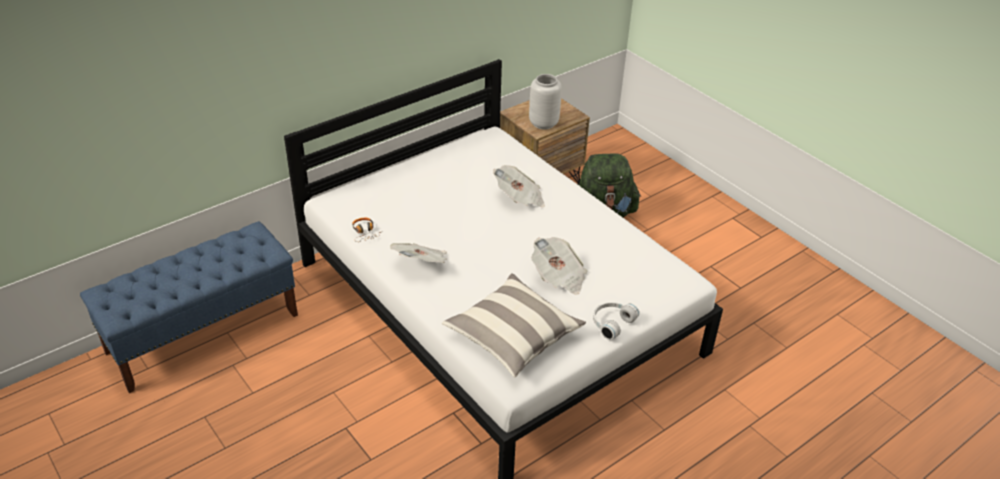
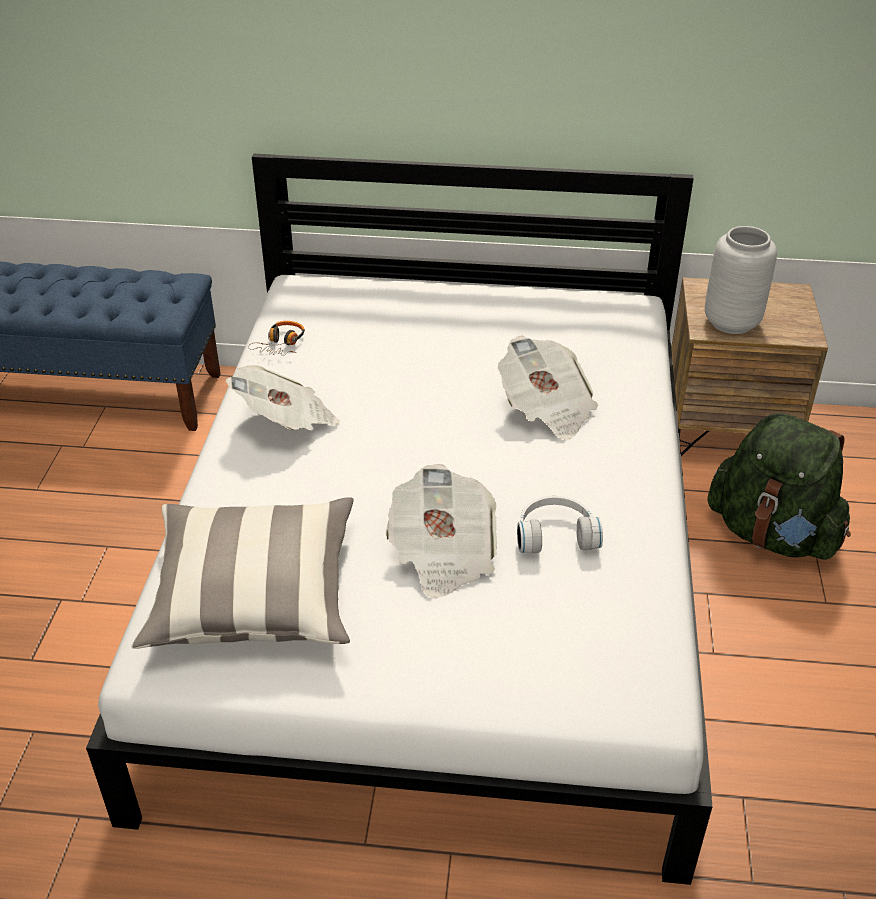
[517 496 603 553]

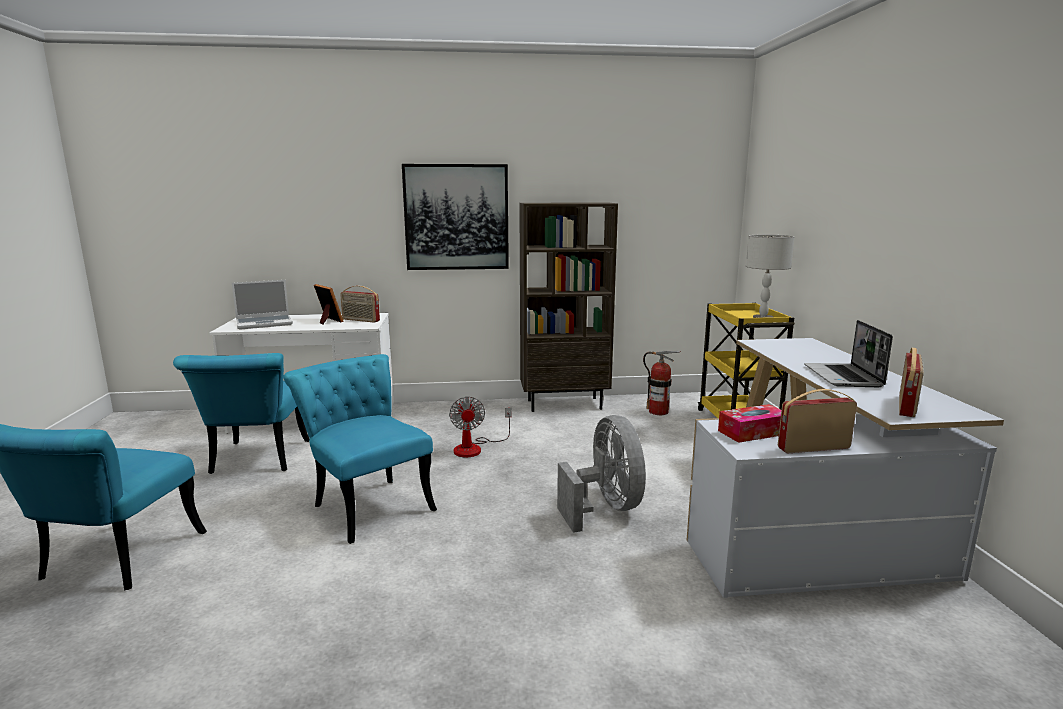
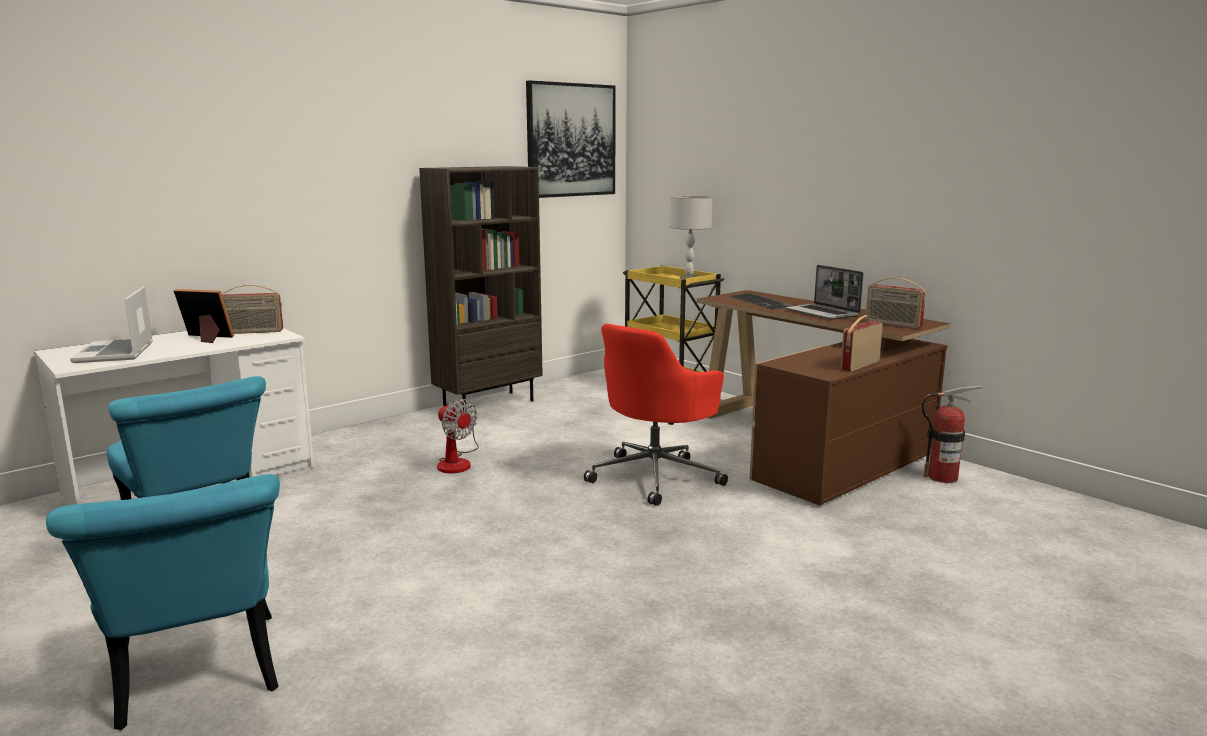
[283 354 437 544] (first image)
[718 404 781 443] (first image)
[730 293 793 310]
[526 80 616 198]
[921 385 982 483]
[584 323 728 506]
[696 290 951 506]
[70 287 153 363]
[866 278 926 329]

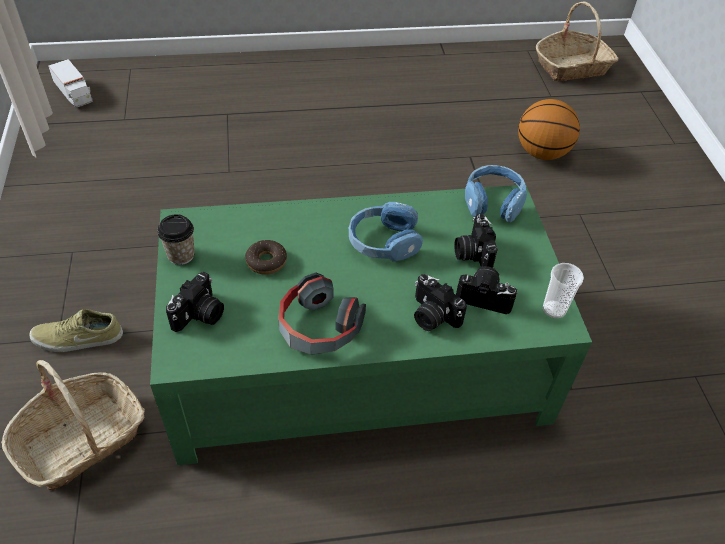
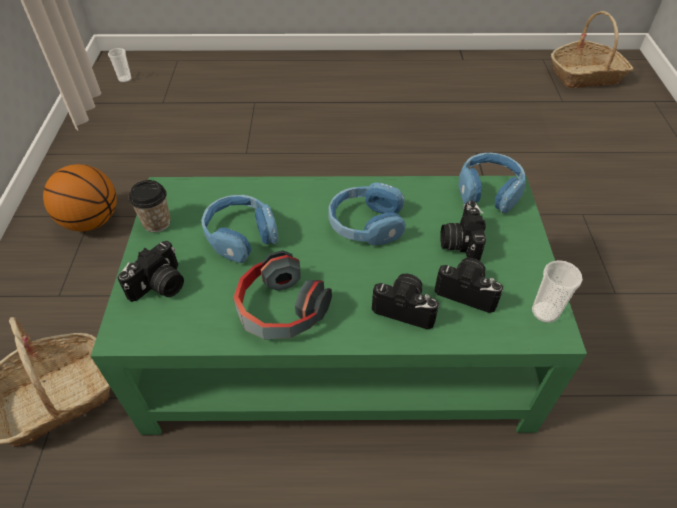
[29 309 123 352] (first image)
[43 164 117 231]
[108 48 132 83]
[201 195 278 263]
[372 274 440 329]

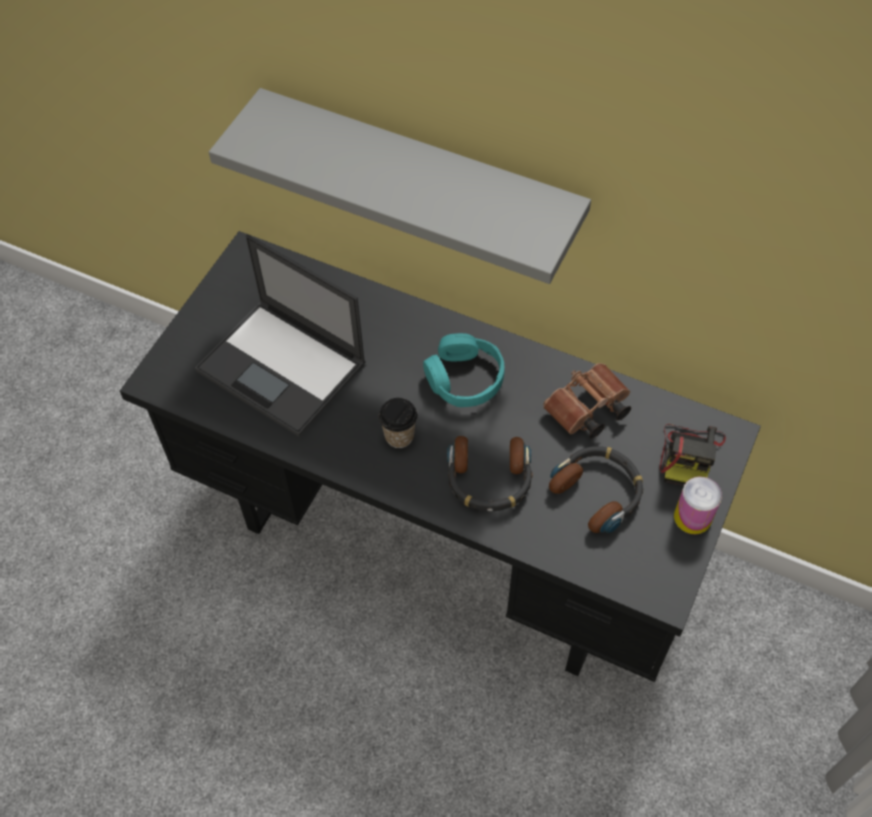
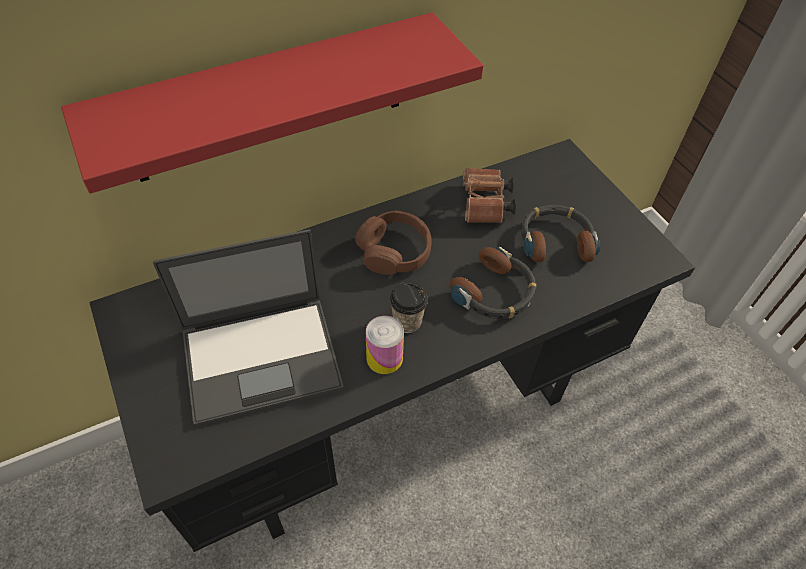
[660 424 726 486] (first image)
[366 316 404 374]
[61 12 483 193]
[355 211 431 275]

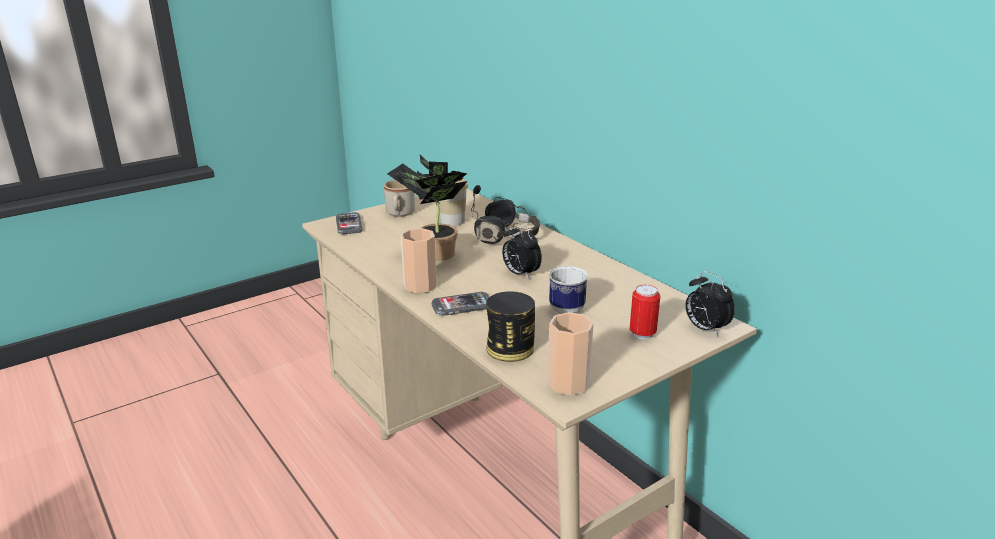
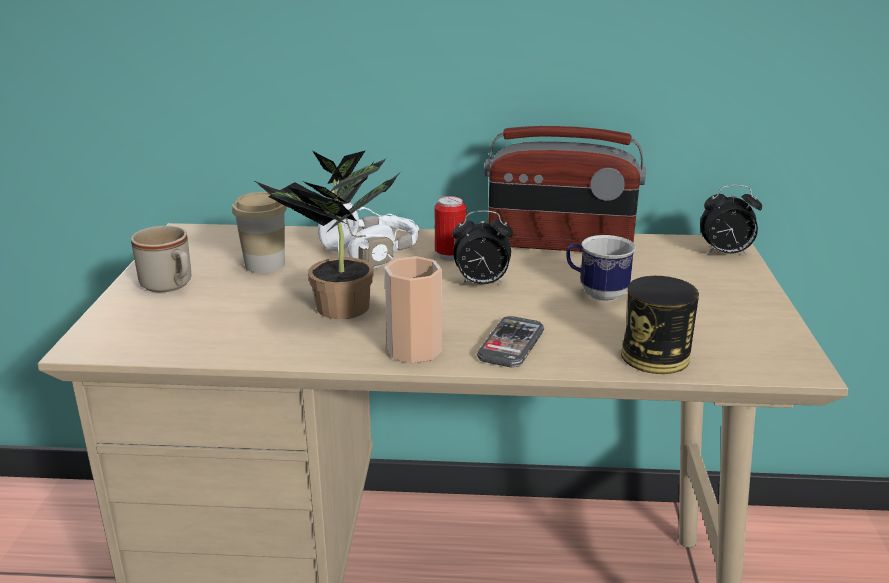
[336 212 363 234] (first image)
[547 312 594 395] (first image)
[485 126 646 252]
[435 196 466 260]
[318 189 419 269]

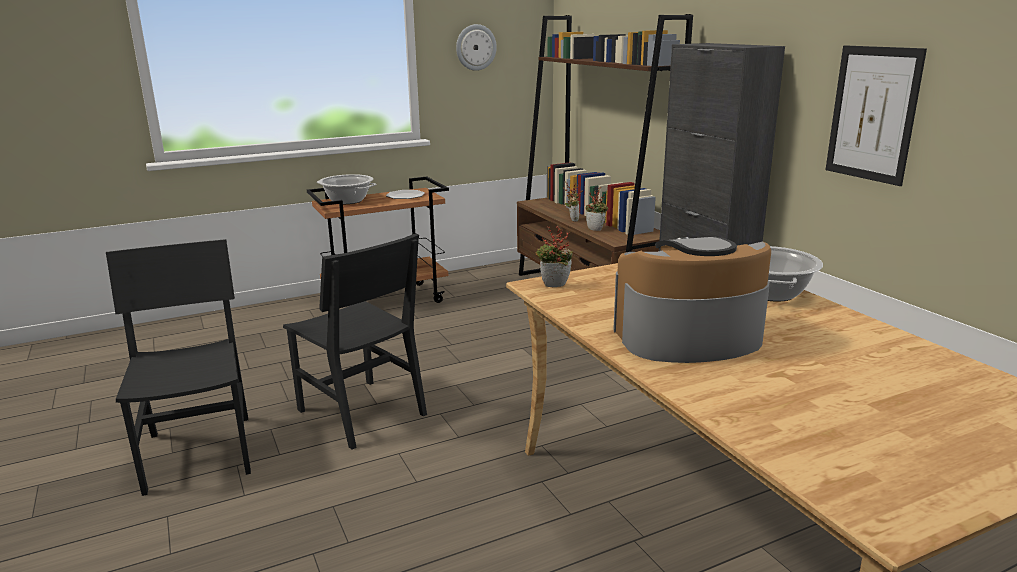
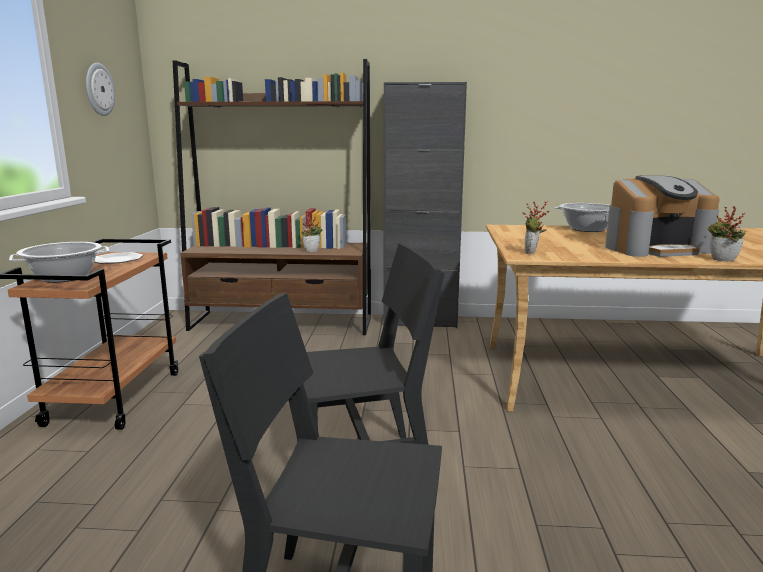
[826 45 927 186] (first image)
[707 206 746 262]
[605 175 719 257]

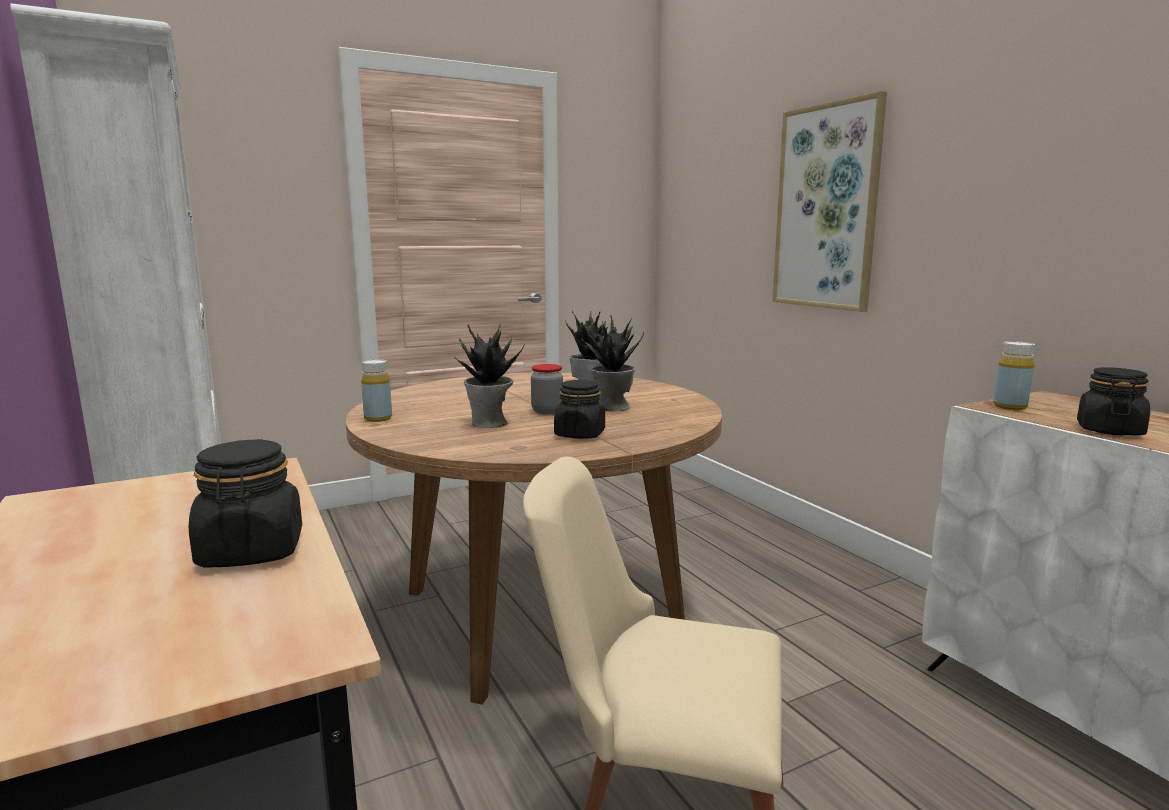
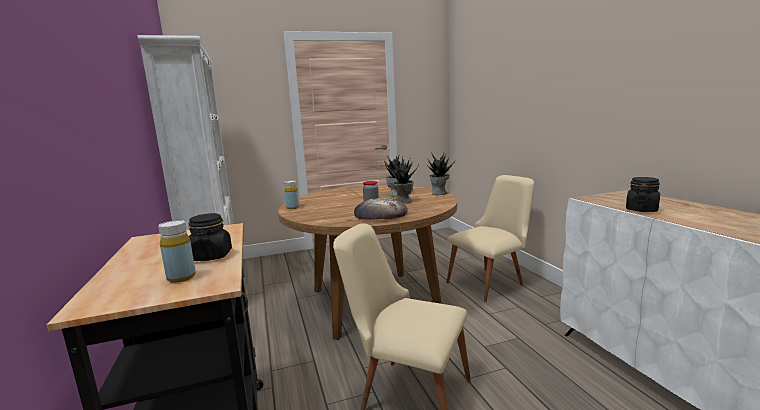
[772 91 887 312] (first image)
[446 175 534 302]
[427 153 455 195]
[158 220 196 283]
[354 198 407 220]

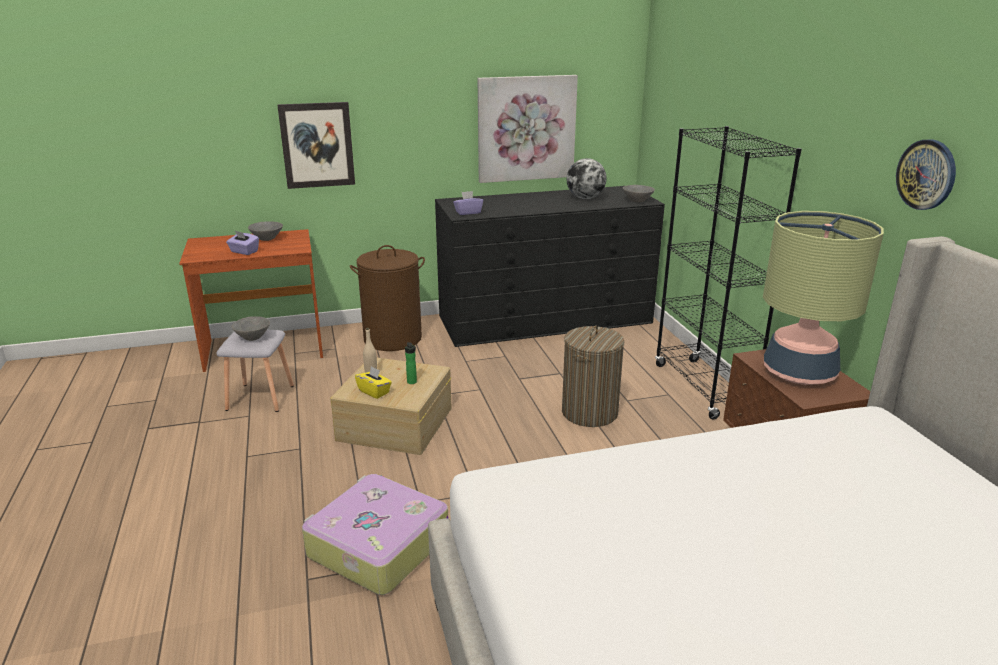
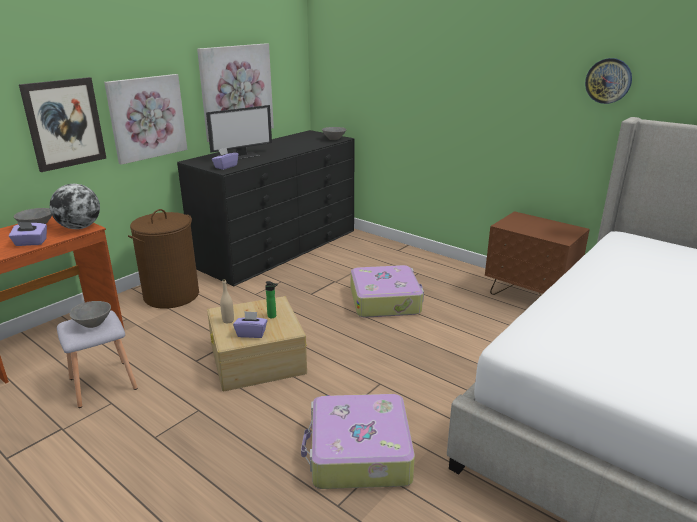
[655 126 802 420] (first image)
[763 211 884 385] (first image)
[104 74 188 165]
[206 105 272 159]
[50 184 100 229]
[351 265 424 318]
[233 311 268 338]

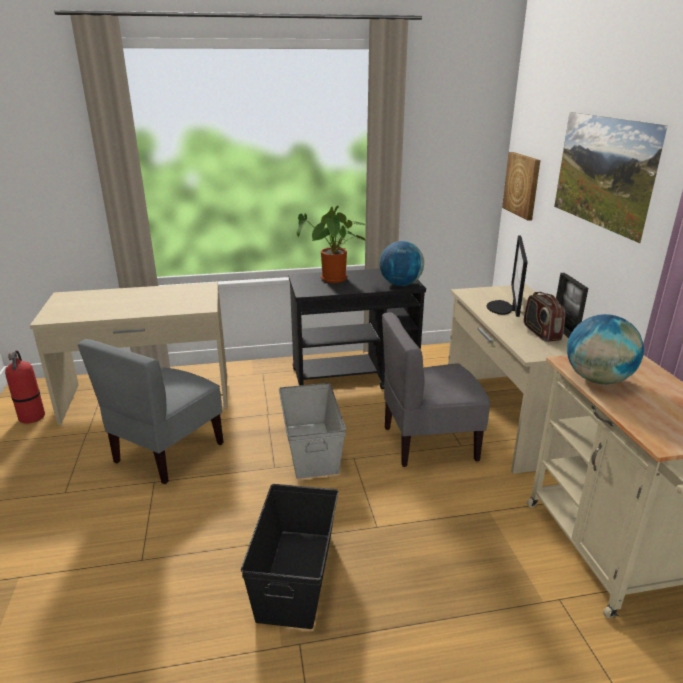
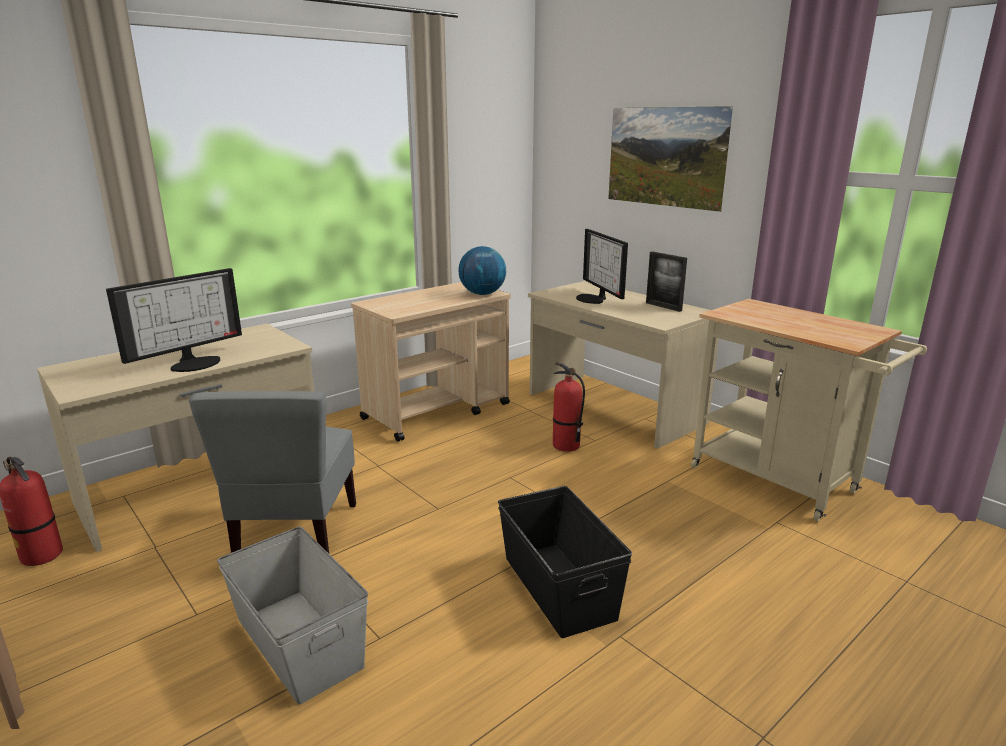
[297 206 368 283] (first image)
[502 152 540 221] (first image)
[524 292 565 342] (first image)
[567 314 644 384] (first image)
[106 268 242 372]
[217 527 368 705]
[553 362 585 452]
[351 282 511 442]

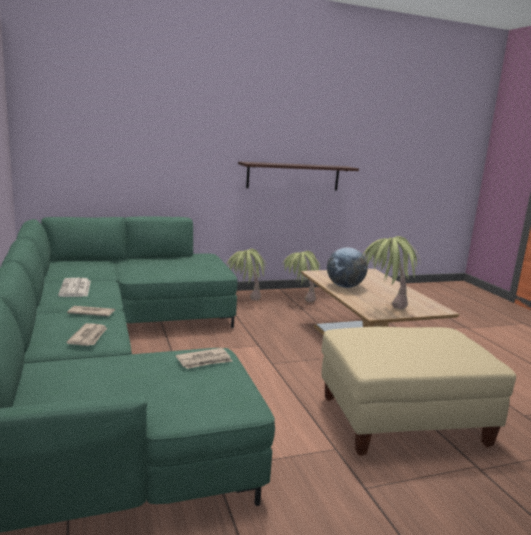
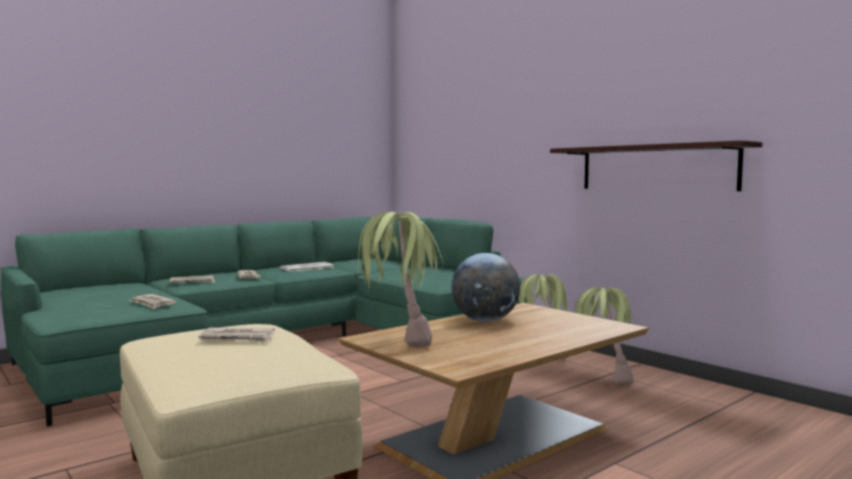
[198 327 275 343]

